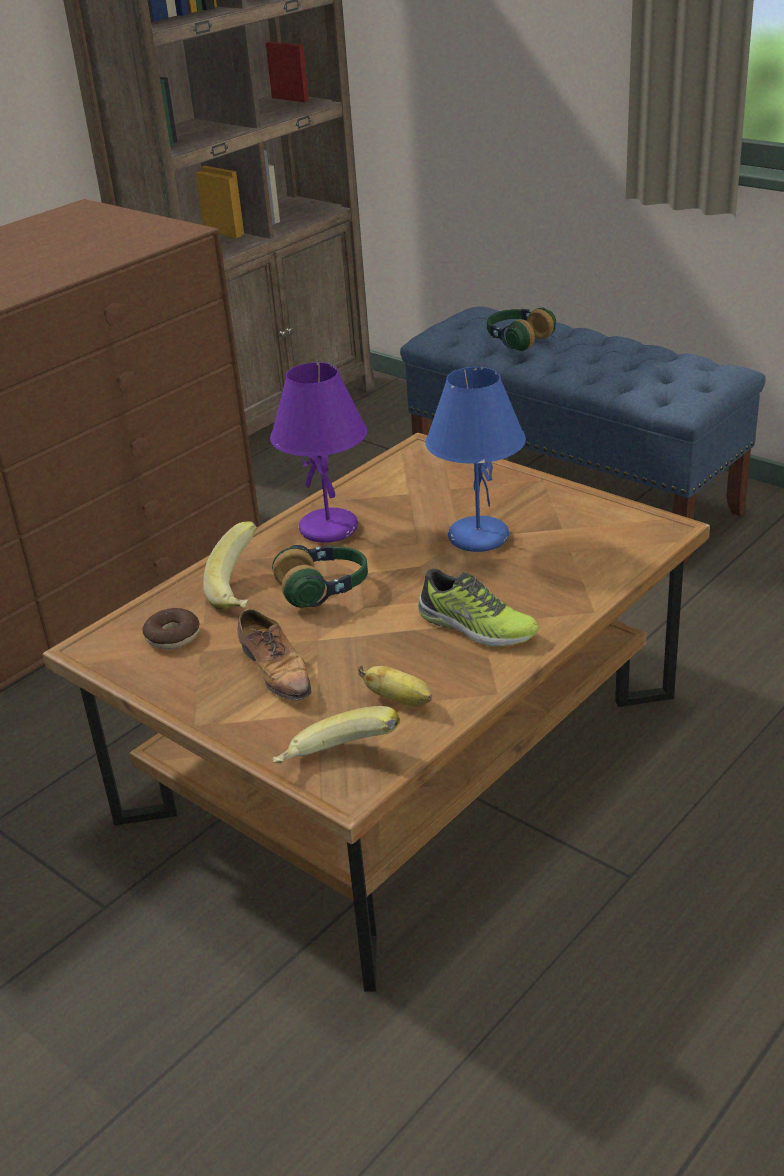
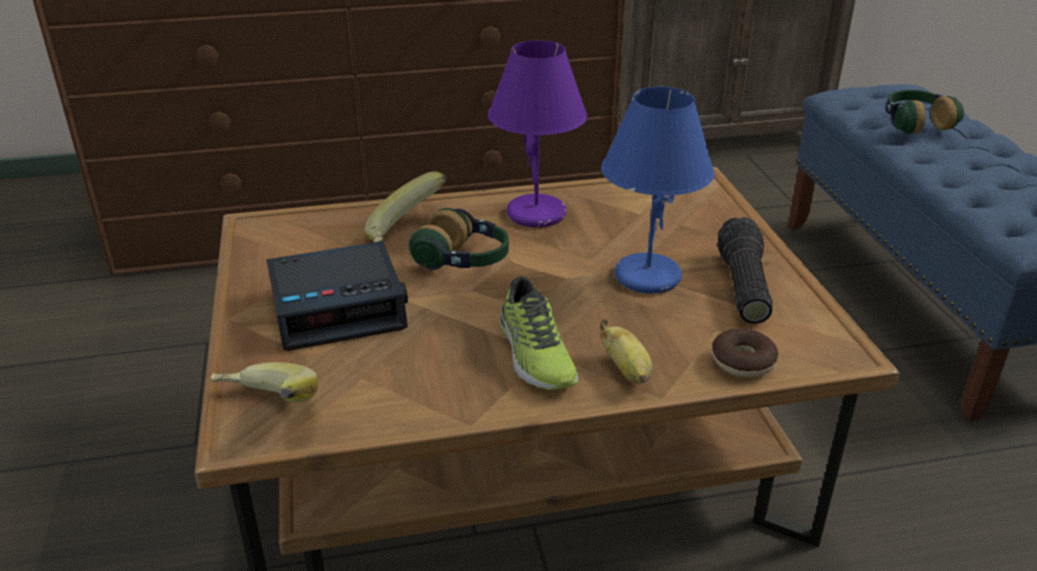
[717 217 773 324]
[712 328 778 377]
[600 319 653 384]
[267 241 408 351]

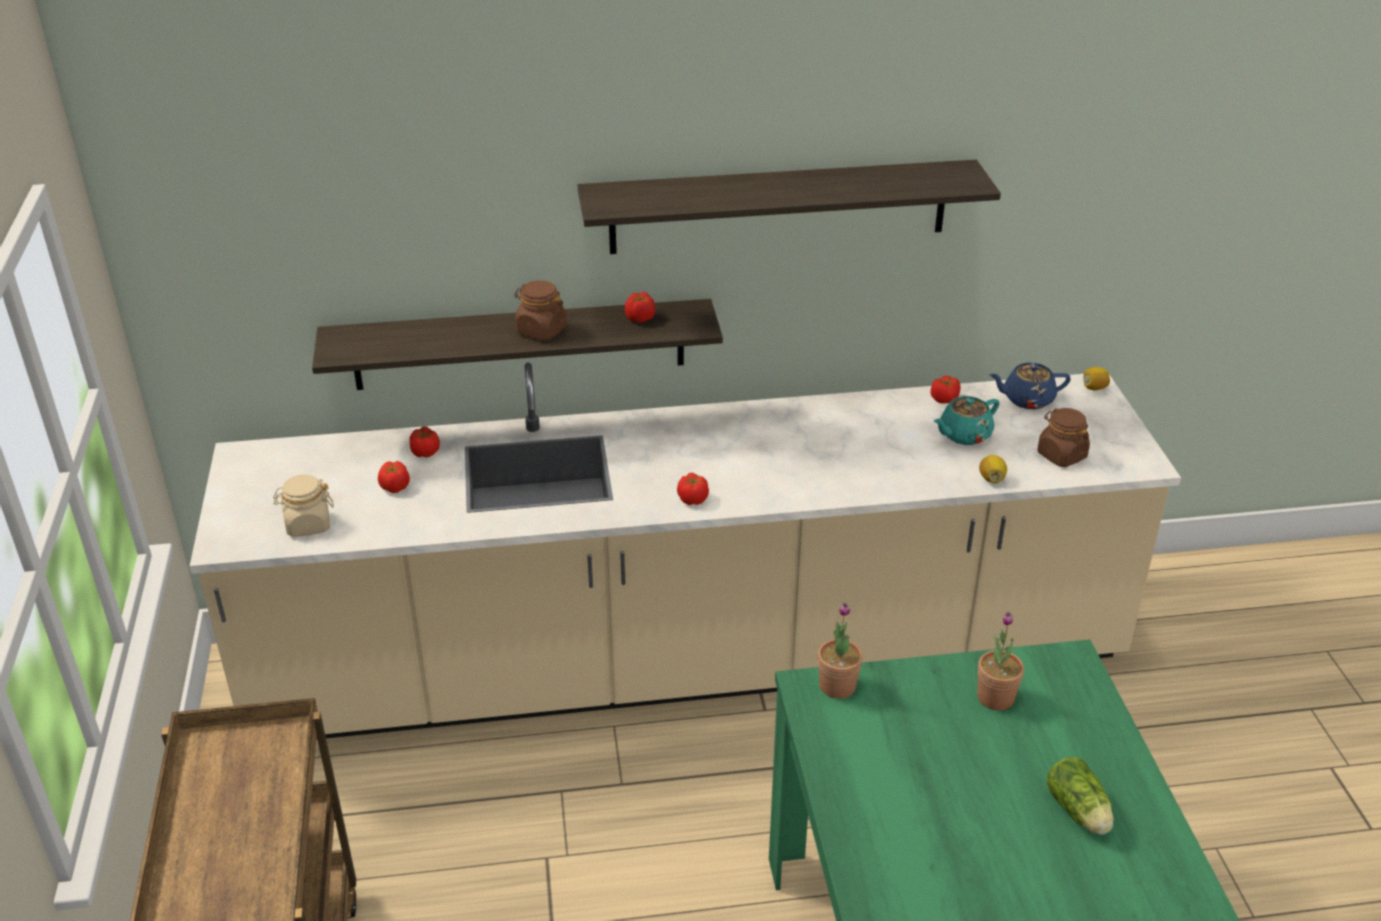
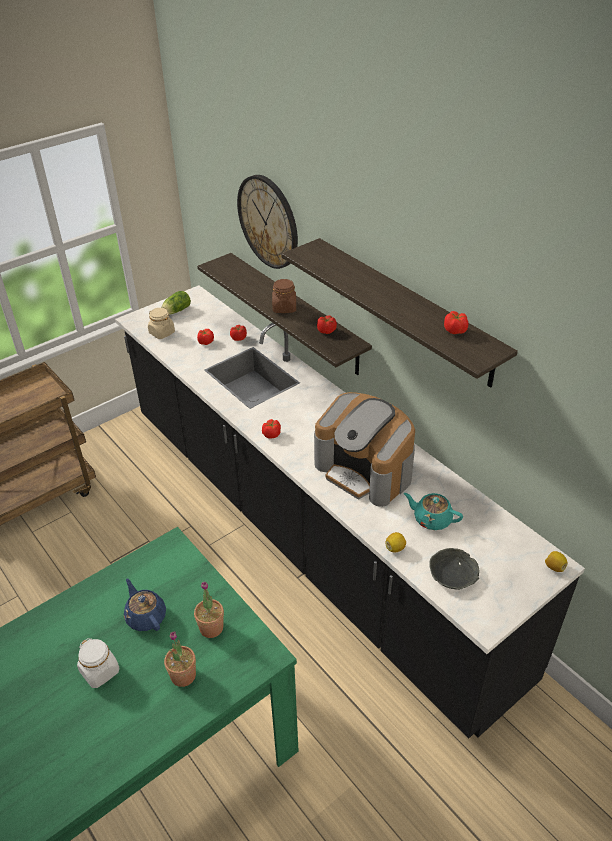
[77 638 119 688]
[237 175 298 269]
[314 392 415 507]
[164 631 196 687]
[444 311 468 334]
[124 578 166 631]
[161 291 191 314]
[429 548 480 590]
[115 285 585 738]

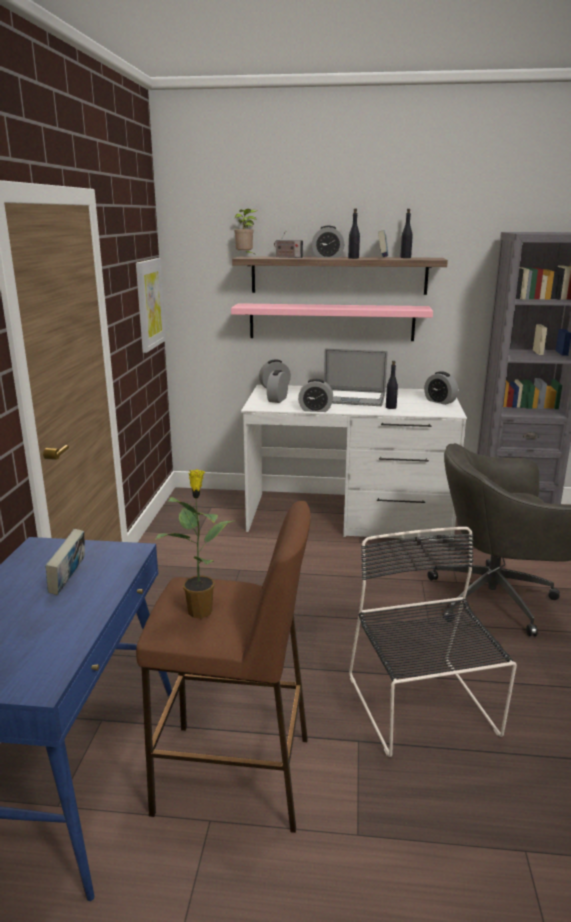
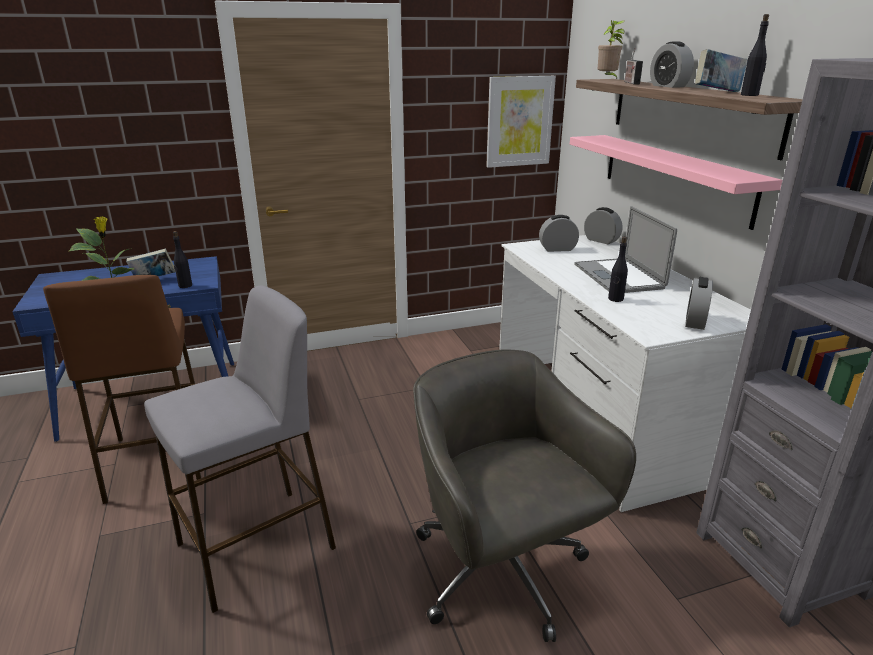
[298 379 333 412] (first image)
[173 231 192 288]
[144 285 336 613]

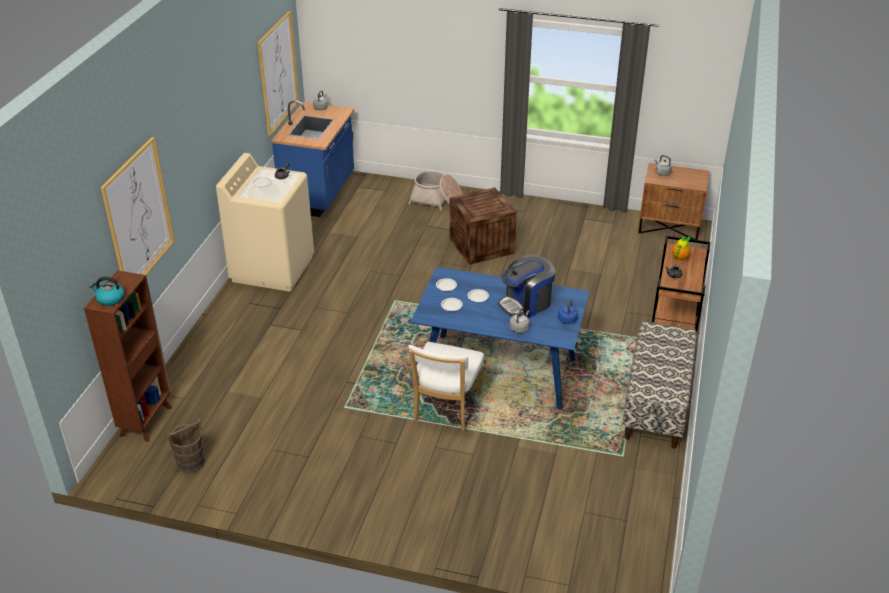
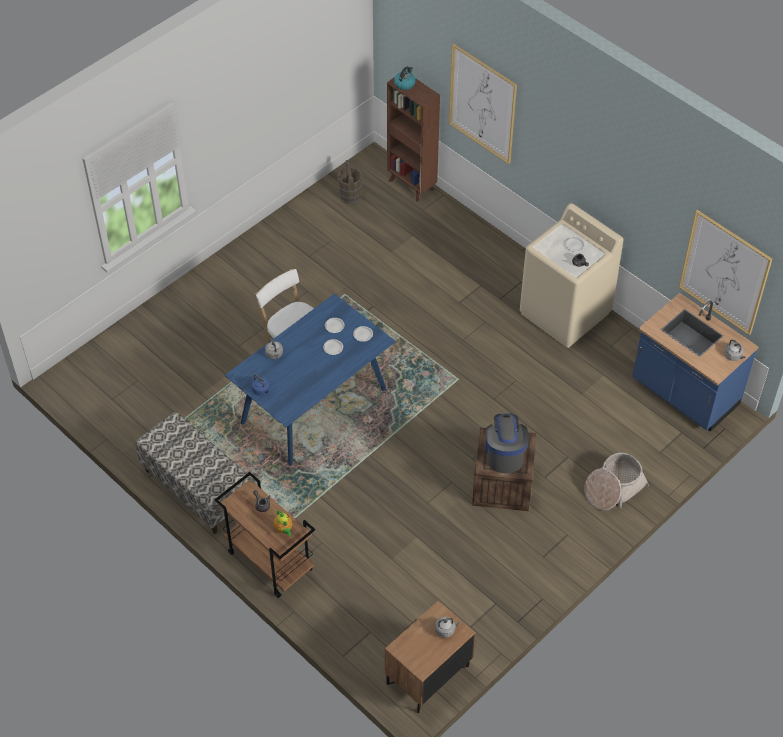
[485 413 529 473]

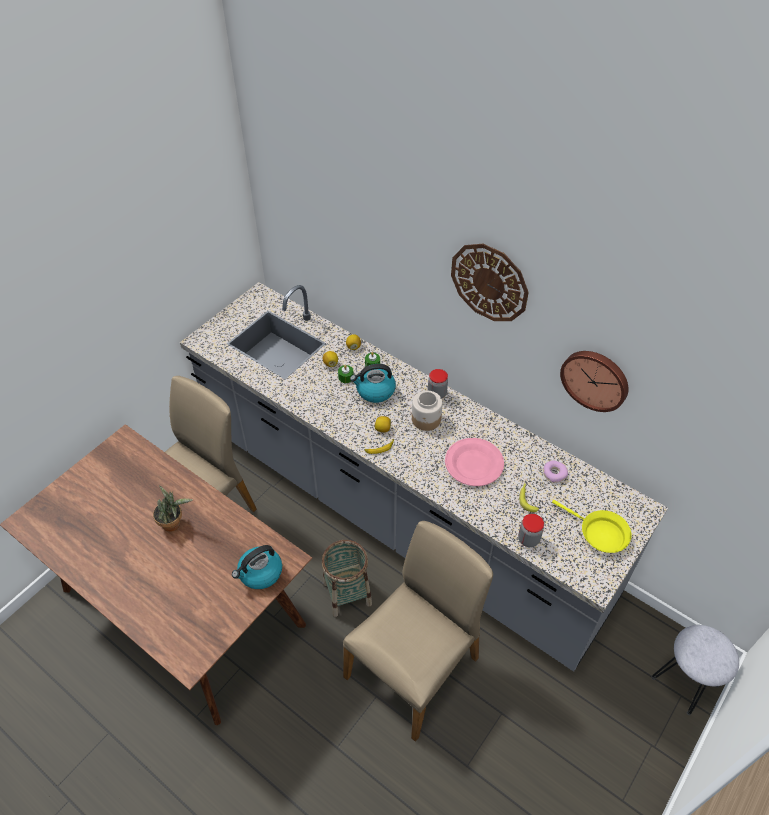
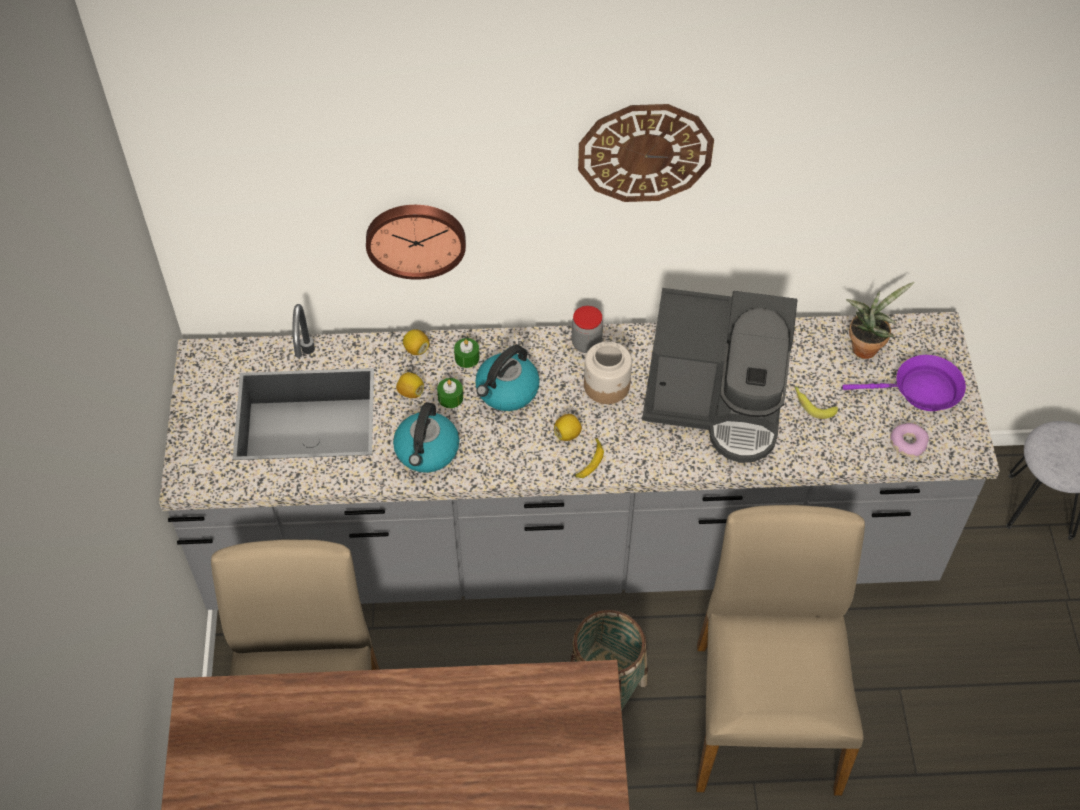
[518 514 544 547] (first image)
[846 282 915 359]
[393 402 459 473]
[890 423 929 458]
[366 205 466 280]
[642 288 797 463]
[842 355 966 411]

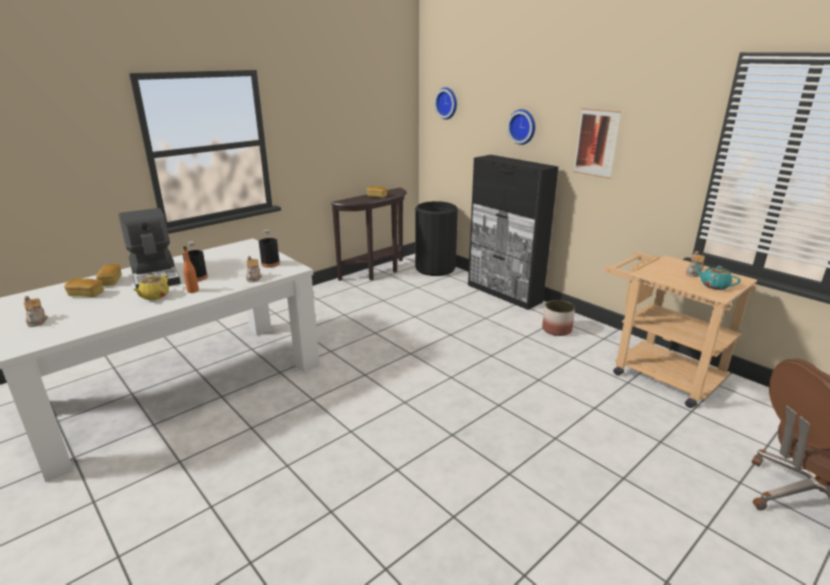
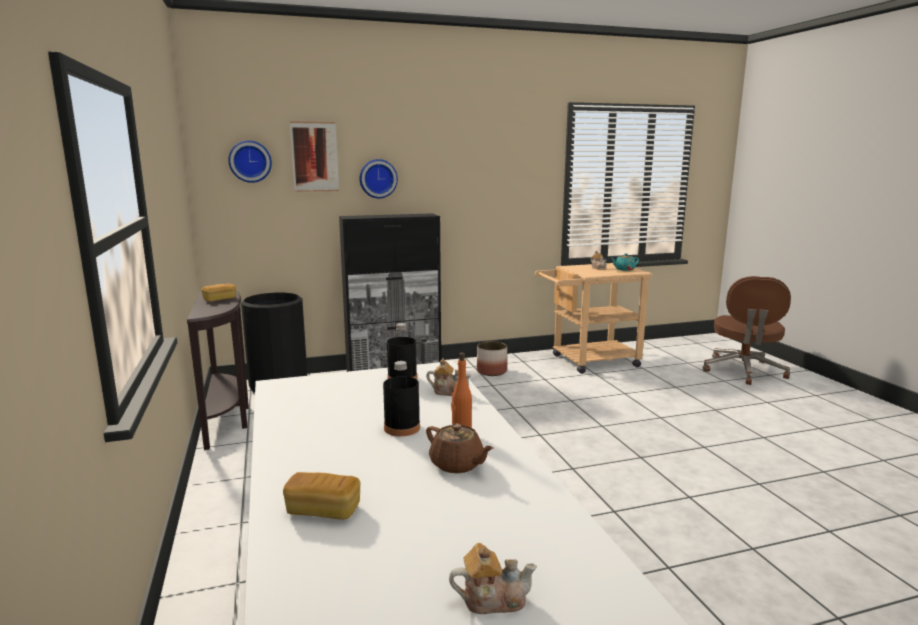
[64 278 104 297] (first image)
[118 208 181 289] (first image)
[290 122 339 192]
[426 423 494 473]

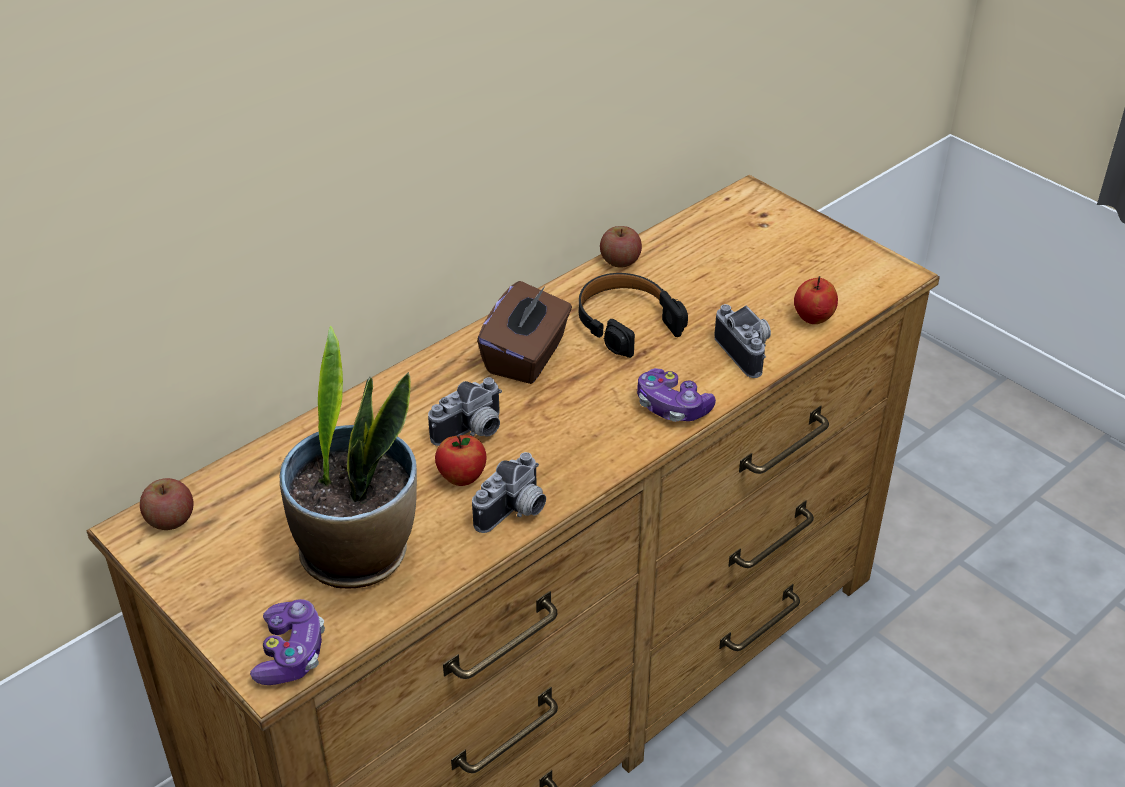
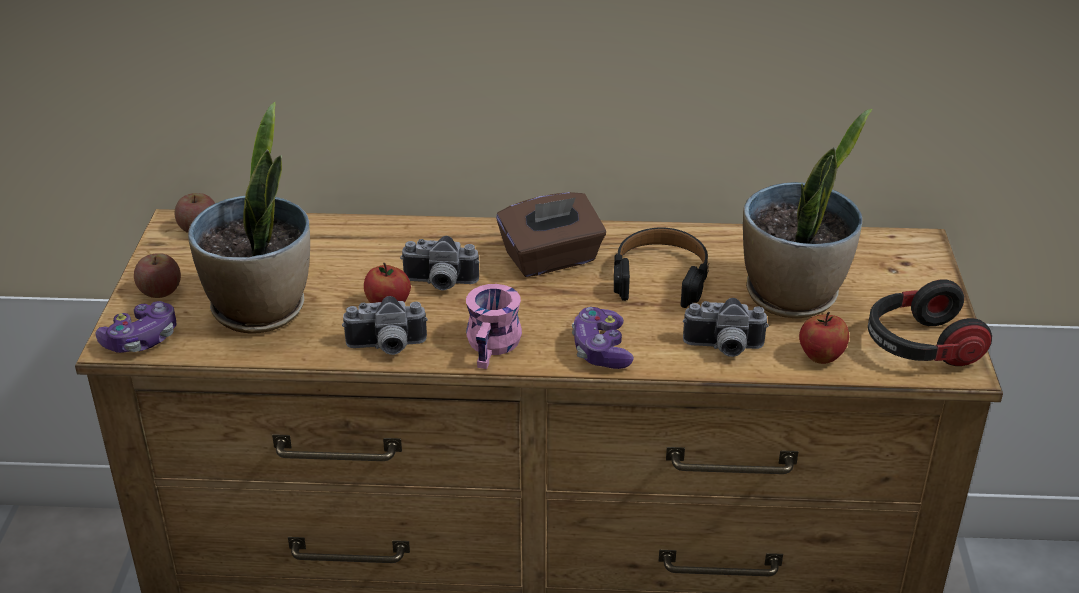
[466 284 522 369]
[743 109 872 318]
[868 280 992 366]
[134 253 181 298]
[683 298 769 357]

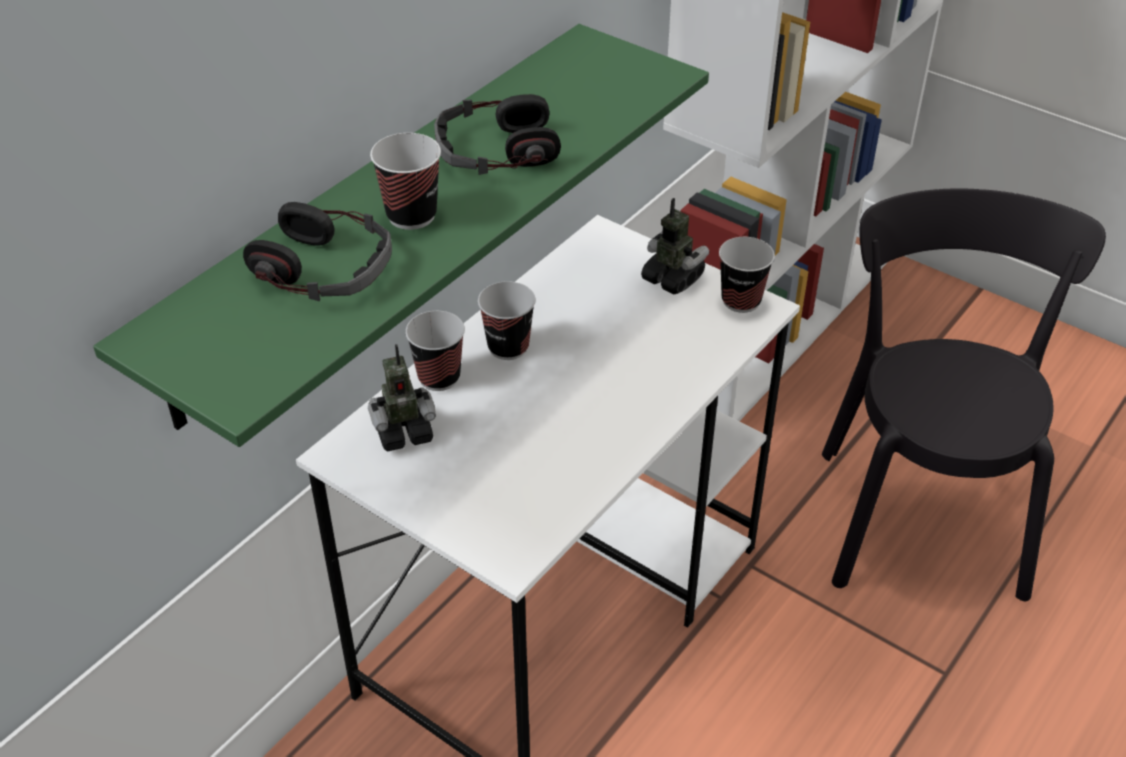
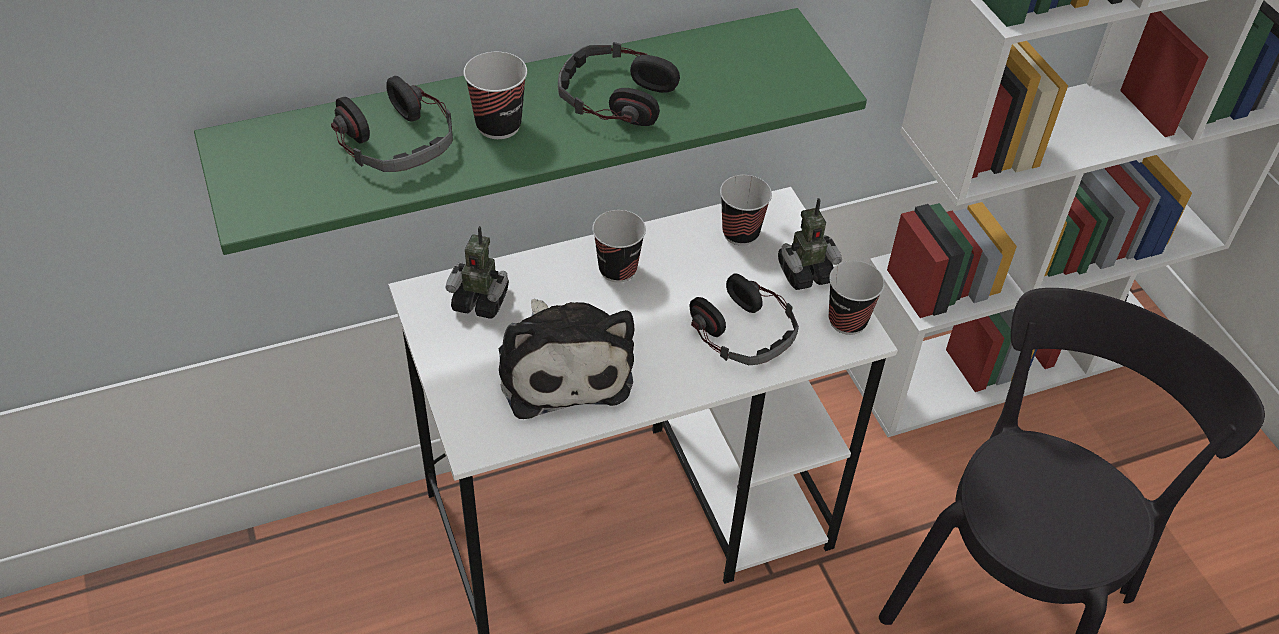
[499 299 634 419]
[689 273 799 365]
[720 175 772 246]
[778 198 842 290]

